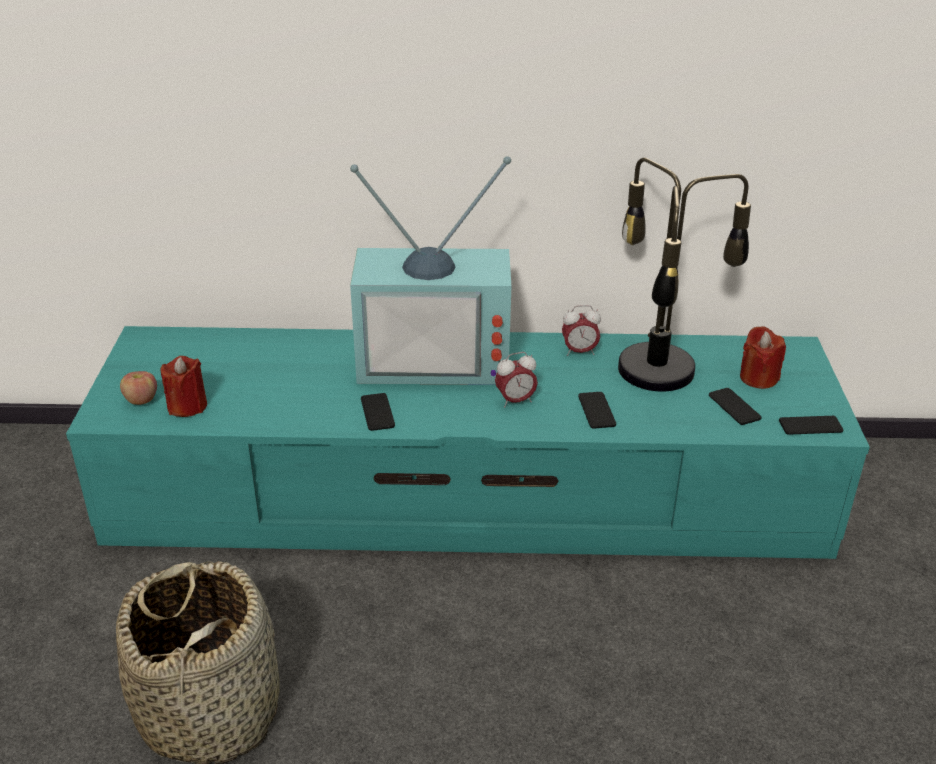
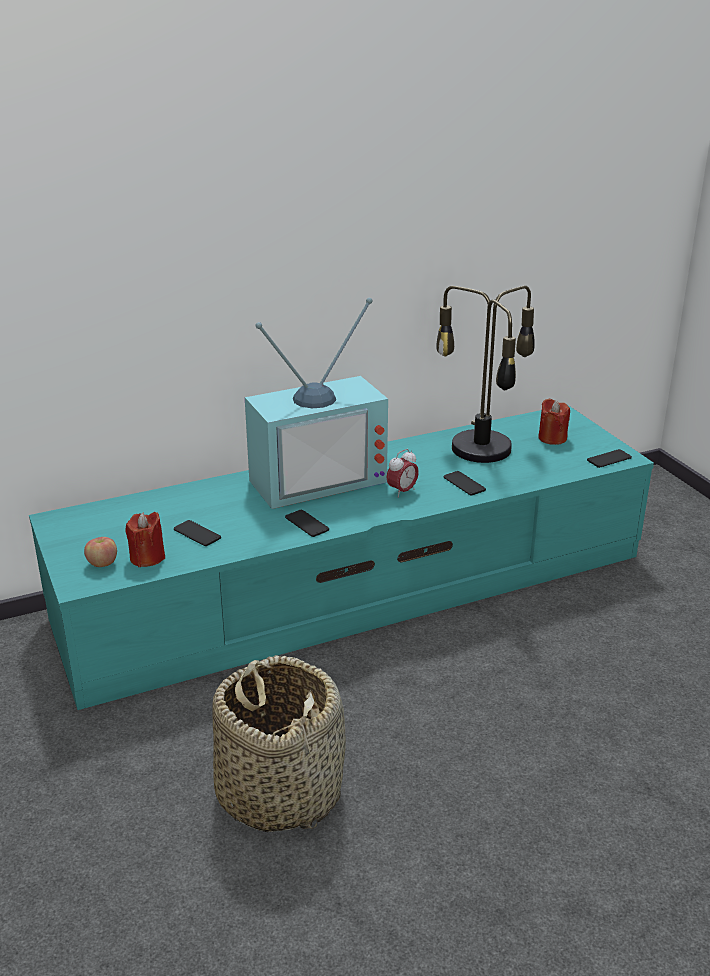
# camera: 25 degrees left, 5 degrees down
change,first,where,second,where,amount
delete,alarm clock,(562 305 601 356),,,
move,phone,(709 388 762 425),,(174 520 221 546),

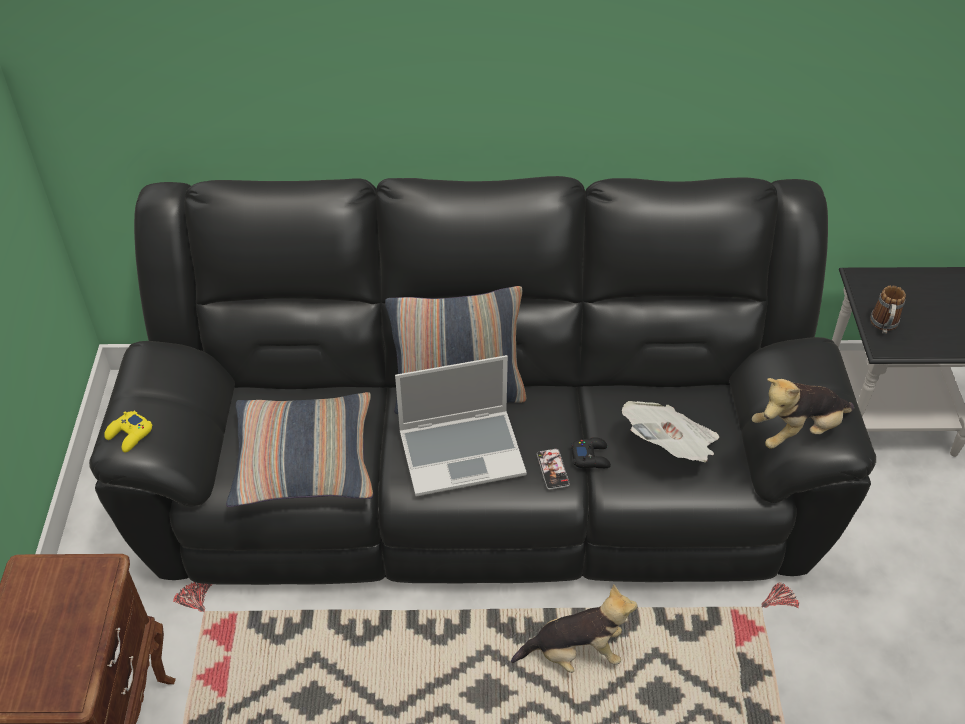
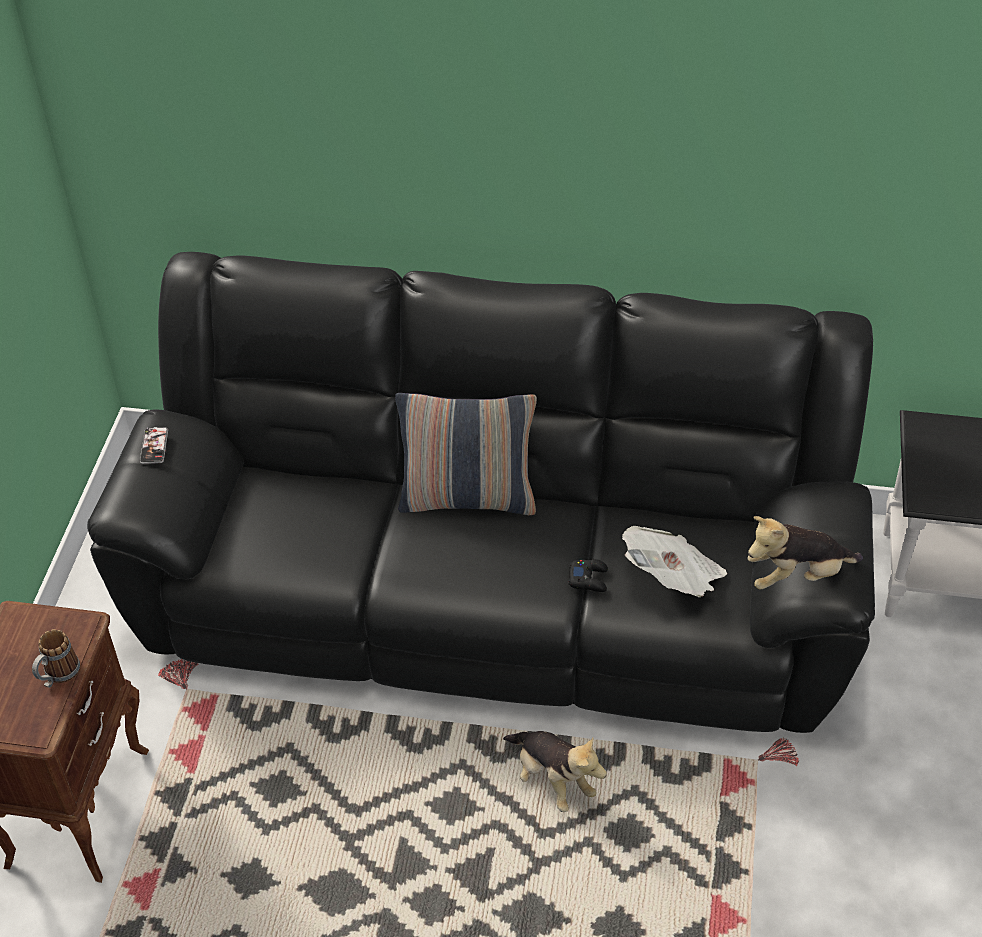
# camera: 10 degrees right, 0 degrees up
change,first,where,second,where,amount
delete,yellow game controller,(104 411 153 452),,,
delete,pillow,(226 392 374 507),,,
delete,laptop,(395 355 527 496),,,
move,phone,(537 449 570 490),,(140 427 168 464),
move,mug,(870 285 906 334),,(32 629 80 688),
rotate,plush toy,(511 584 637 673),,(503 731 607 812),45 degrees clockwise

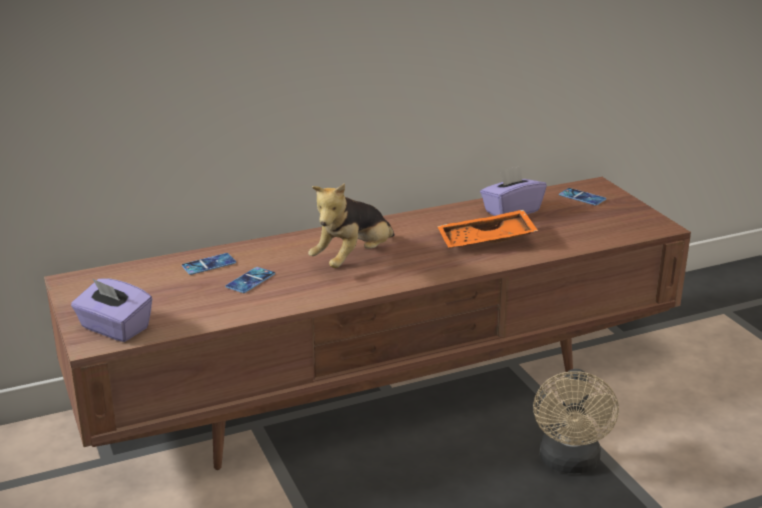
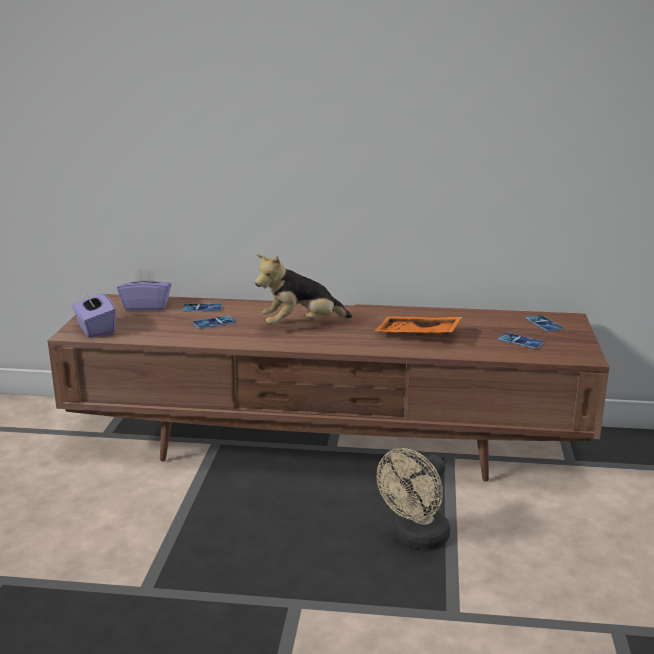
# camera: 30 degrees right, 5 degrees down
change,first,where,second,where,amount
insert,,,phone,(498 333 544 349),
move,purple tissue box,(480 166 547 216),,(117 269 171 311),

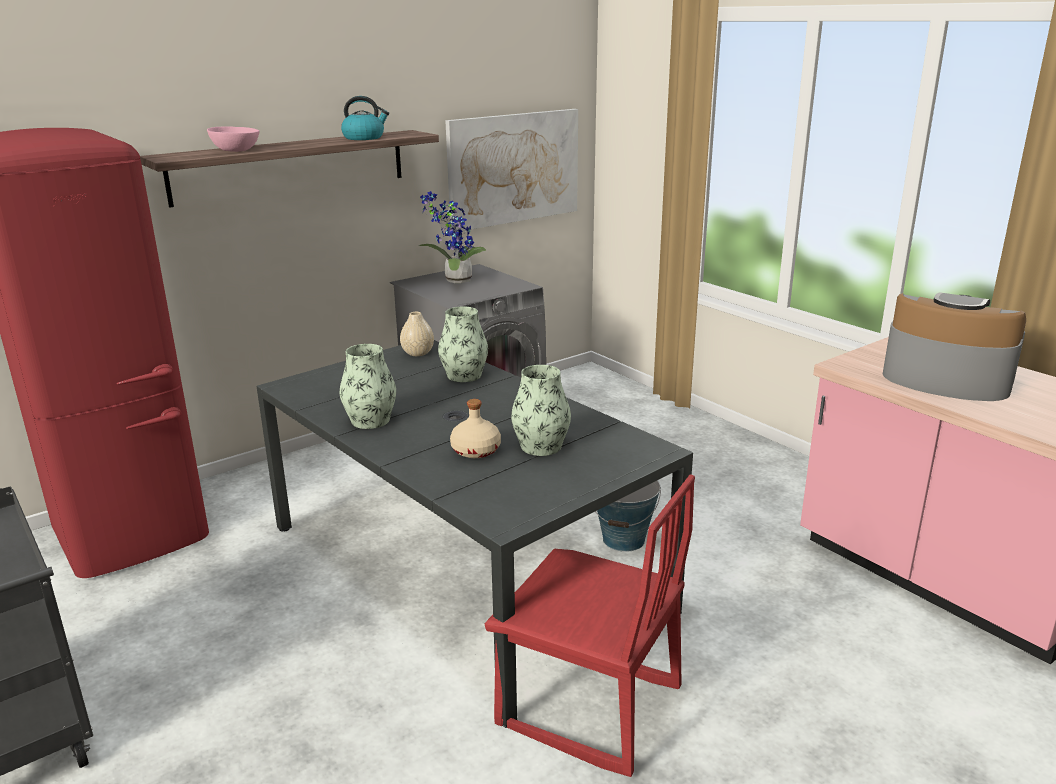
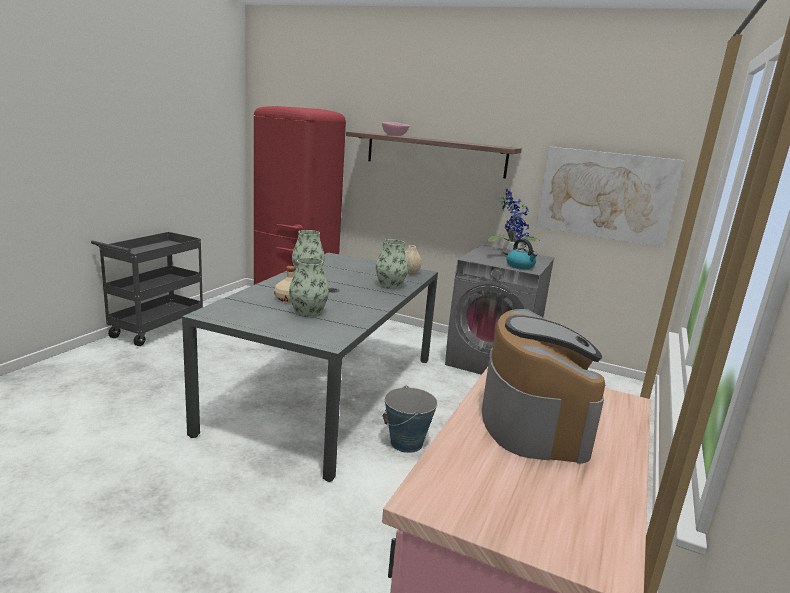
# camera: 60 degrees right, 5 degrees down
change,first,where,second,where,amount
delete,red chair,(485 474 695 777),,,
move,kettle,(341 96 389 140),,(506 239 537 269),

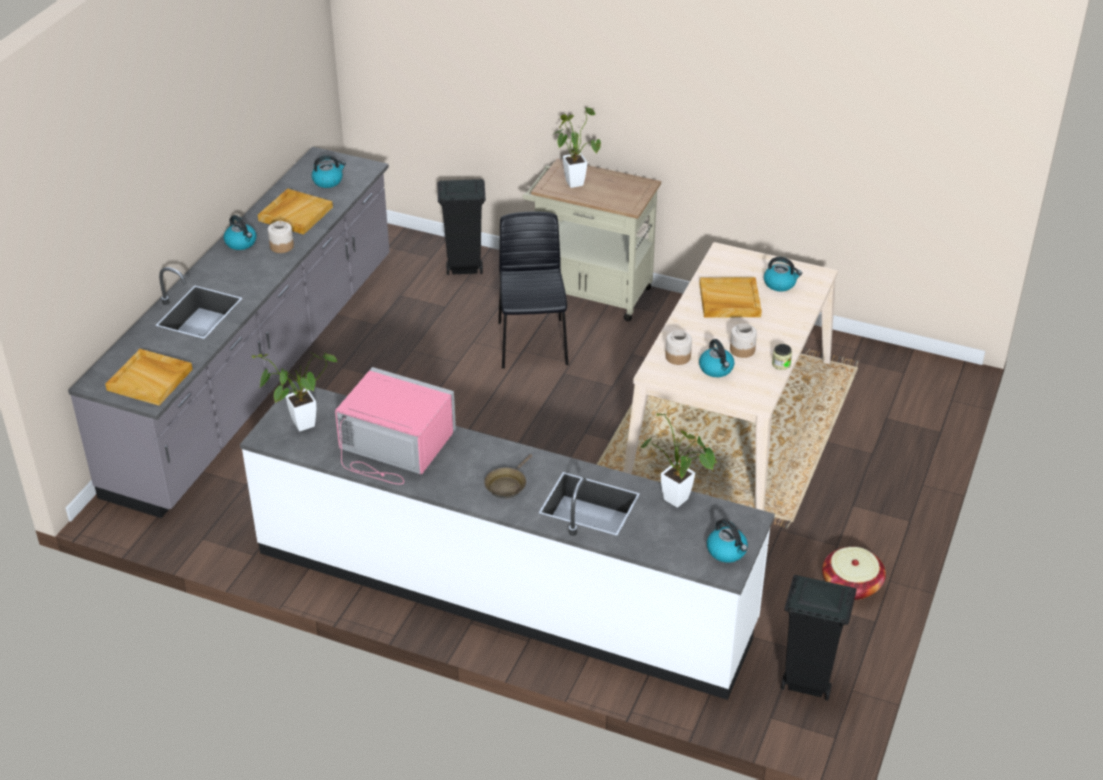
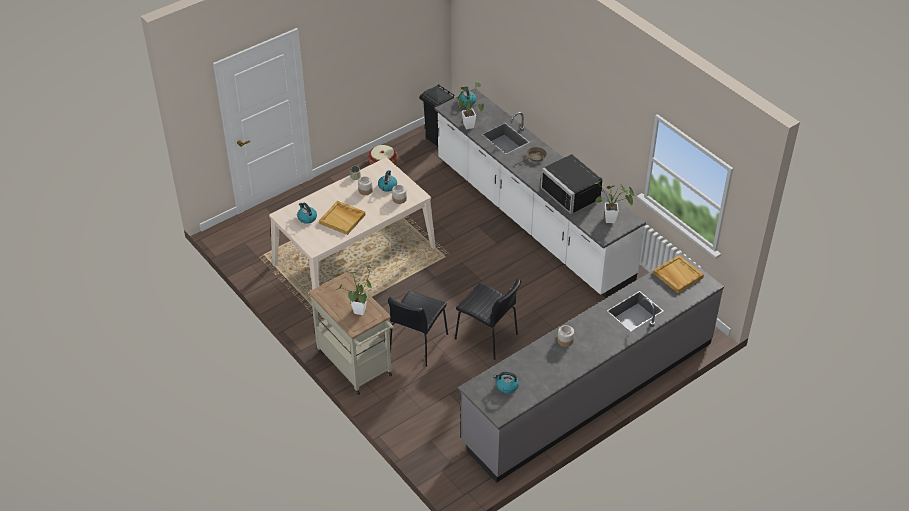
# camera: 150 degrees left, 5 degrees up
change,first,where,second,where,amount
delete,kettle,(224 215 257 250),,,
delete,beige tray,(258 189 333 235),,,
delete,black trash can,(438 179 486 275),,,
insert,,,black chair,(455 279 522 360),
recolor,pink microwave,(335 367 456 484),black microwave,(541 154 603 214),

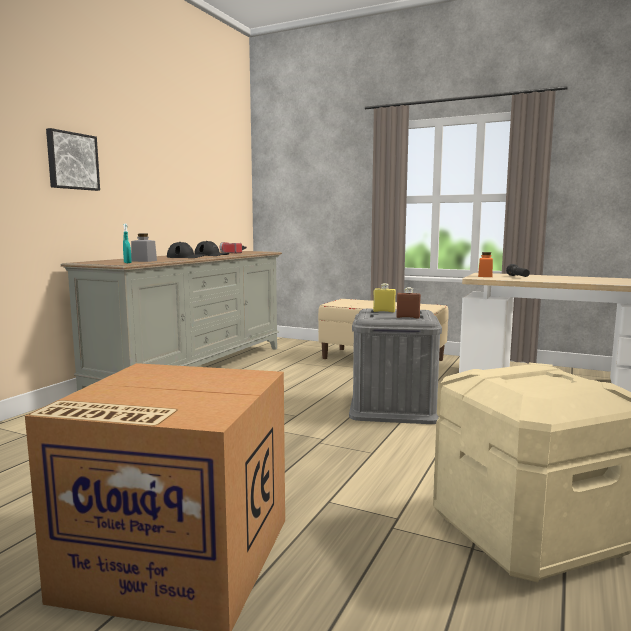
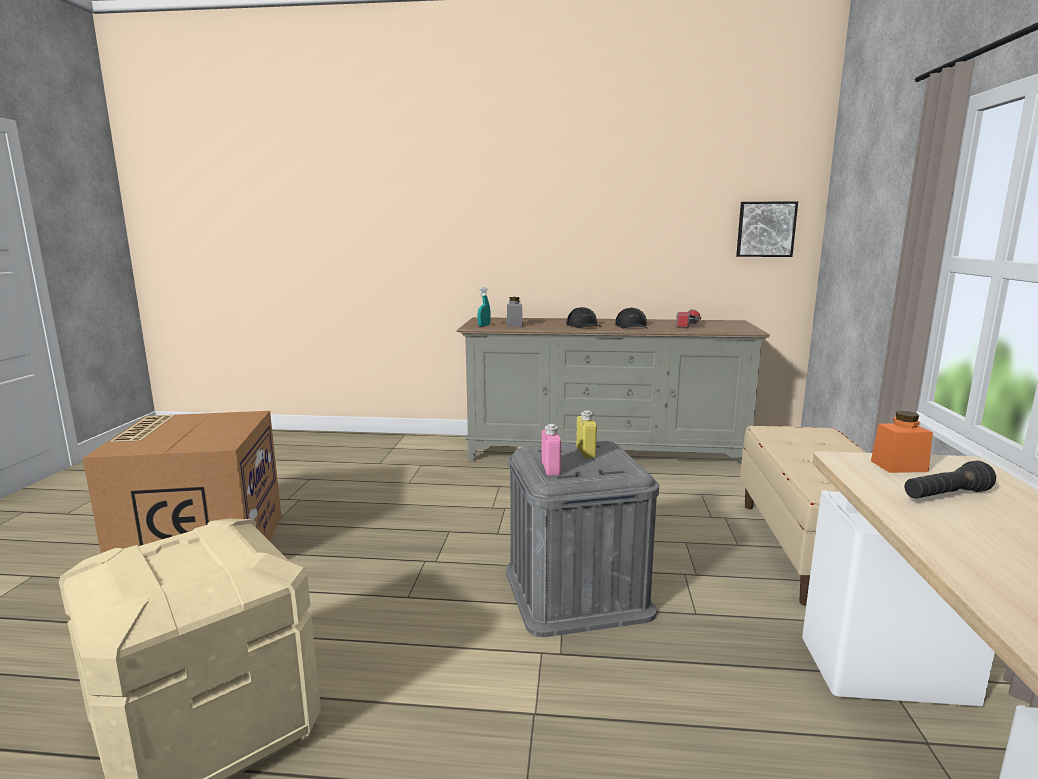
# camera: 70 degrees right, 5 degrees up
change,first,where,second,where,amount
move,picture,(46 128 100 191),,(736 201 798 257),
recolor,brown bottle,(396 287 421 319),pink bottle,(541 424 561 476),

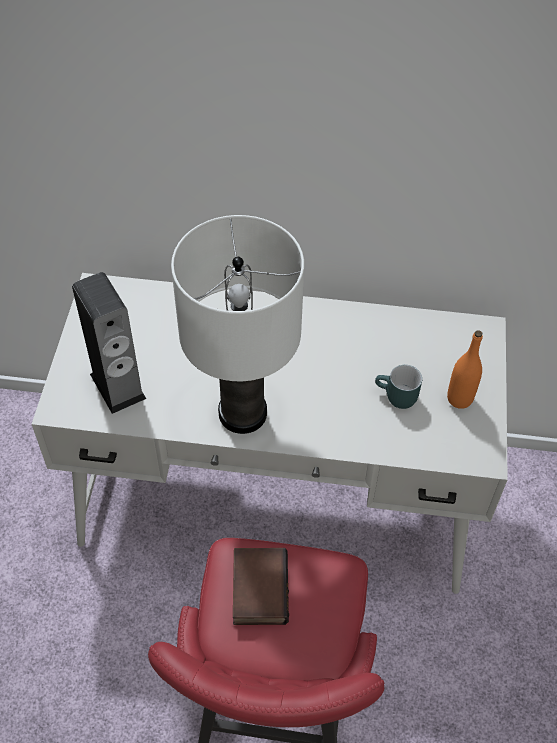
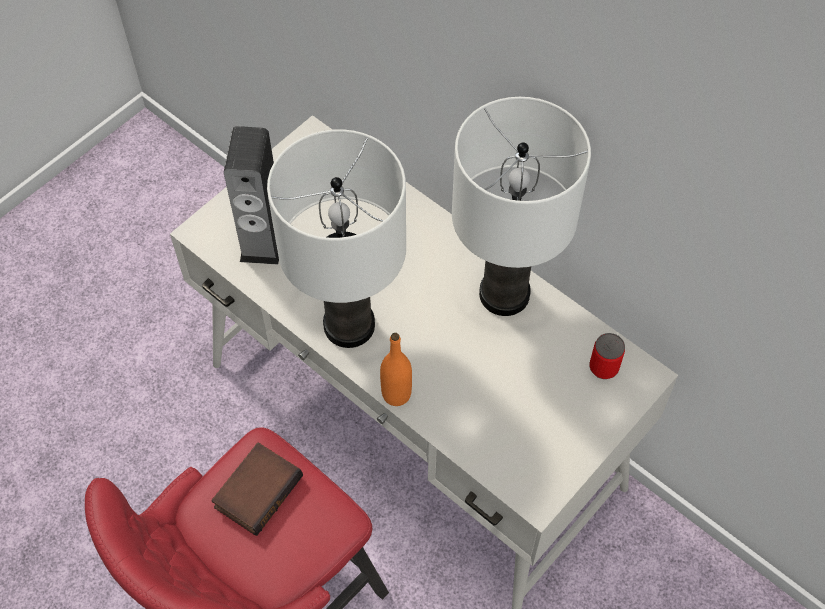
# camera: 35 degrees right, 5 degrees up
change,first,where,second,where,amount
delete,turquoise mug,(375 365 422 409),,,
insert,,,white table lamp,(452 97 591 316),
insert,,,can,(589 333 625 379),
move,orange bottle,(447 330 483 409),,(380 333 412 406),

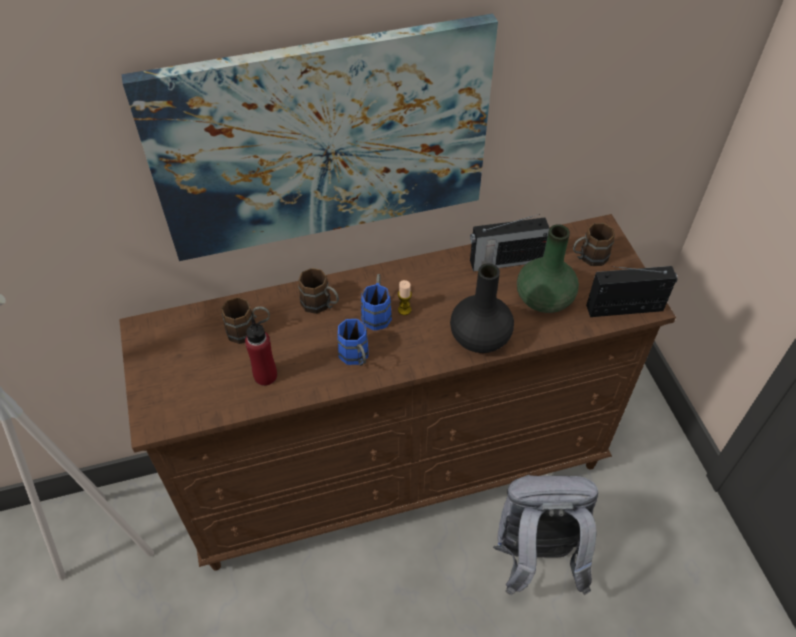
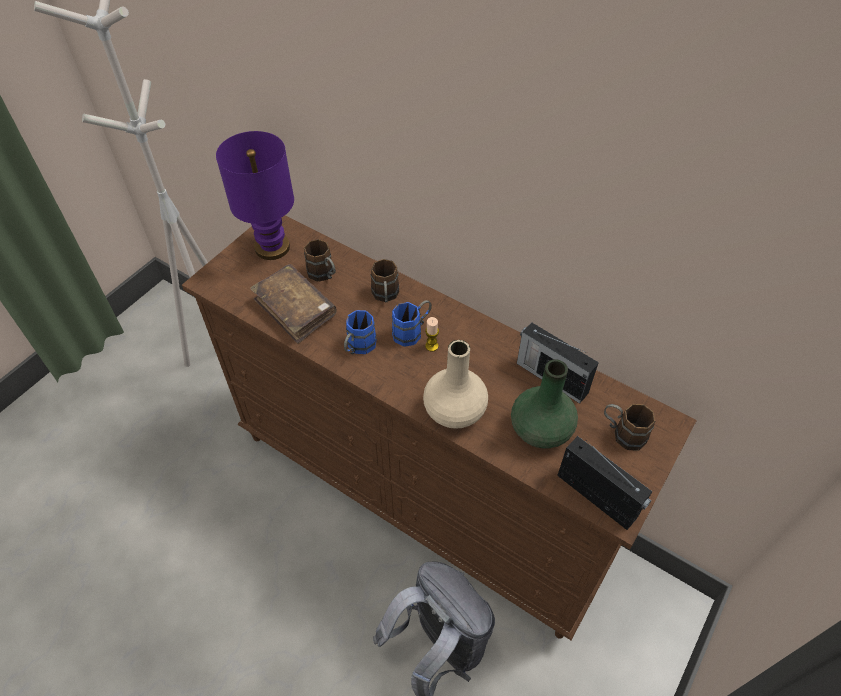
# camera: 50 degrees right, 0 degrees up
change,first,where,second,where,amount
delete,picture,(121 14 498 261),,,
insert,,,purple table lamp,(216 131 294 260),
replace,red bottle,(245 317 277 386),brown book,(250 264 337 344),
recolor,black vase,(450 264 514 353),beige vase,(423 340 488 429),

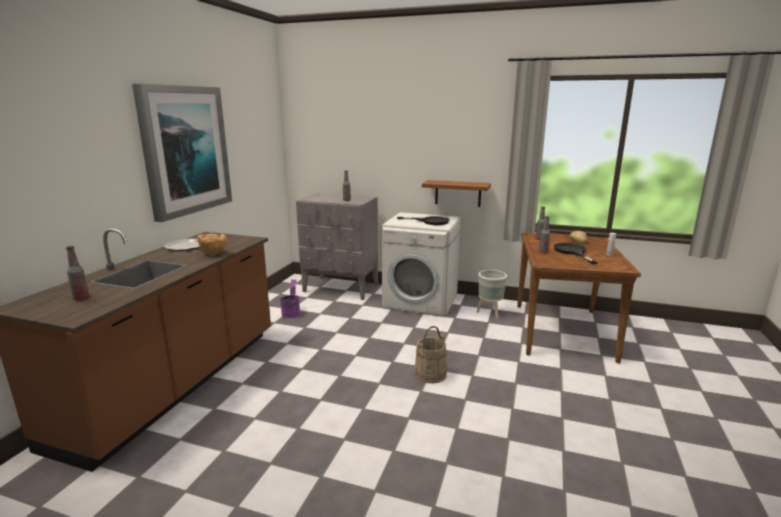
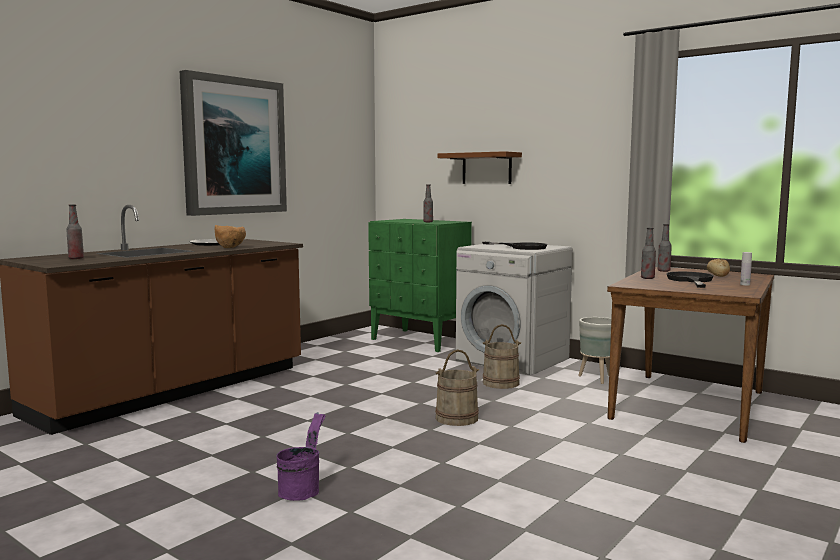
# camera: 20 degrees right, 10 degrees down
change,first,where,second,where,amount
insert,,,beige bucket,(482 324 521 389),
move,purple bucket,(280 279 300 318),,(277 412 326 501),
move,brown shelf,(422 180 491 207),,(437 151 522 184),
recolor,grey dresser,(296 193 378 300),green dresser,(368 219 472 352),

